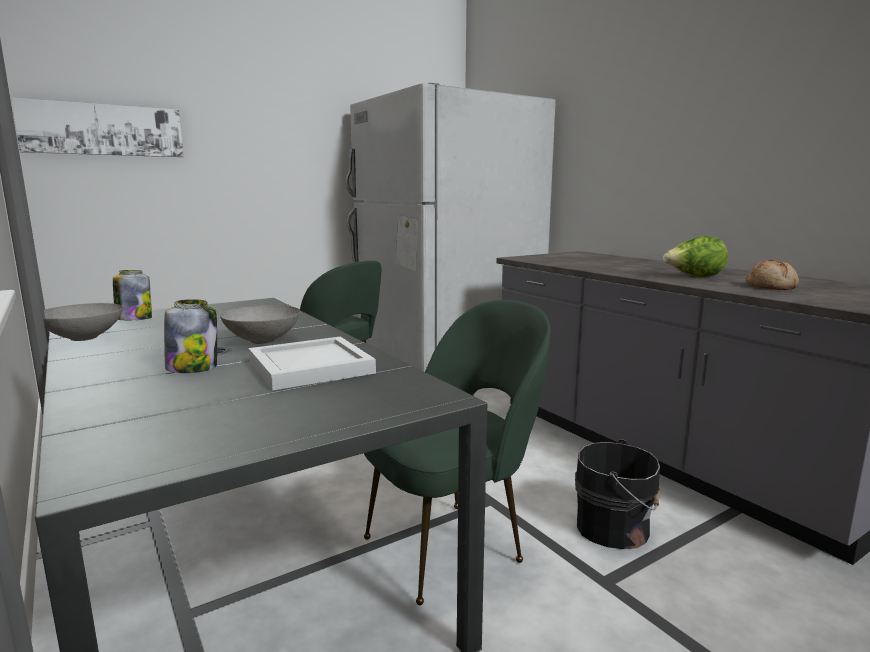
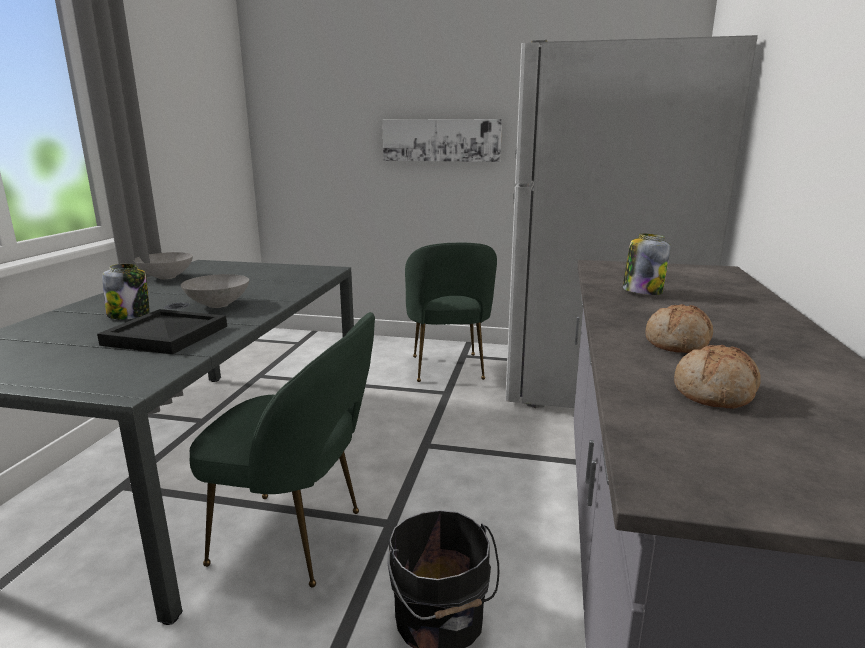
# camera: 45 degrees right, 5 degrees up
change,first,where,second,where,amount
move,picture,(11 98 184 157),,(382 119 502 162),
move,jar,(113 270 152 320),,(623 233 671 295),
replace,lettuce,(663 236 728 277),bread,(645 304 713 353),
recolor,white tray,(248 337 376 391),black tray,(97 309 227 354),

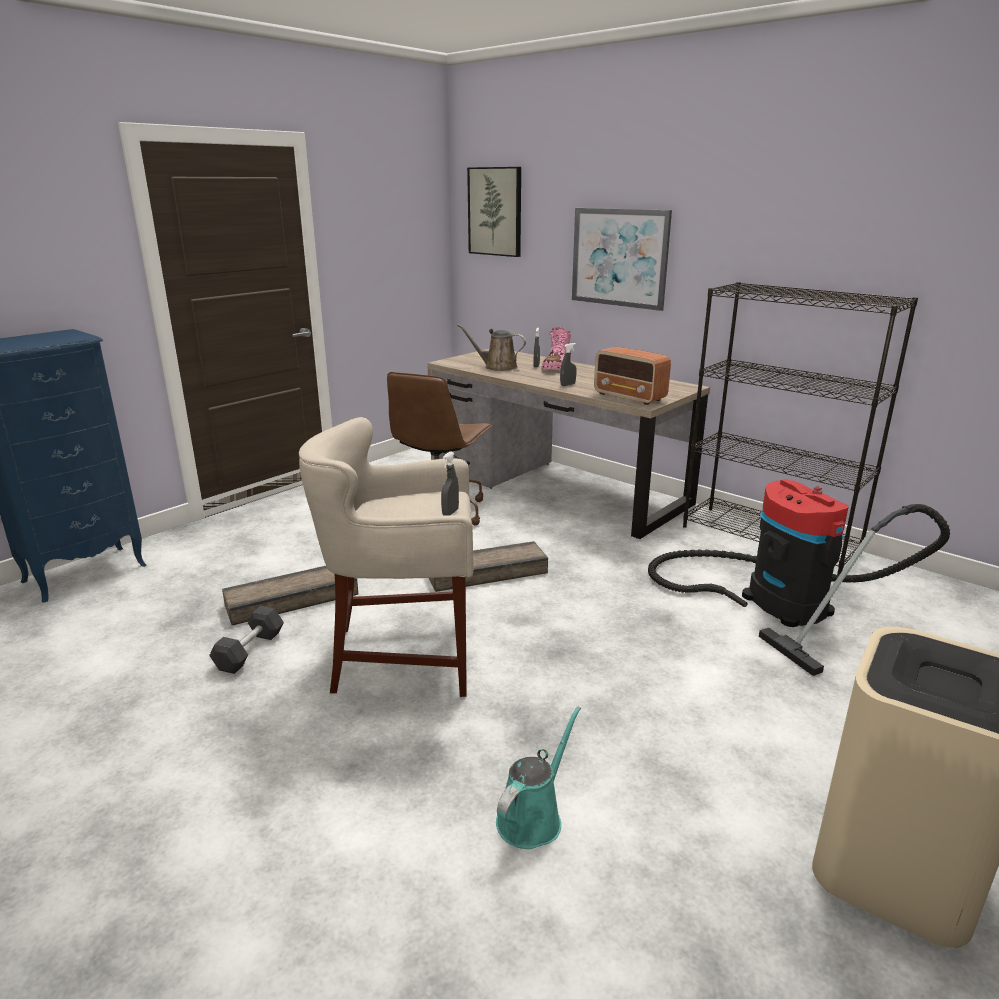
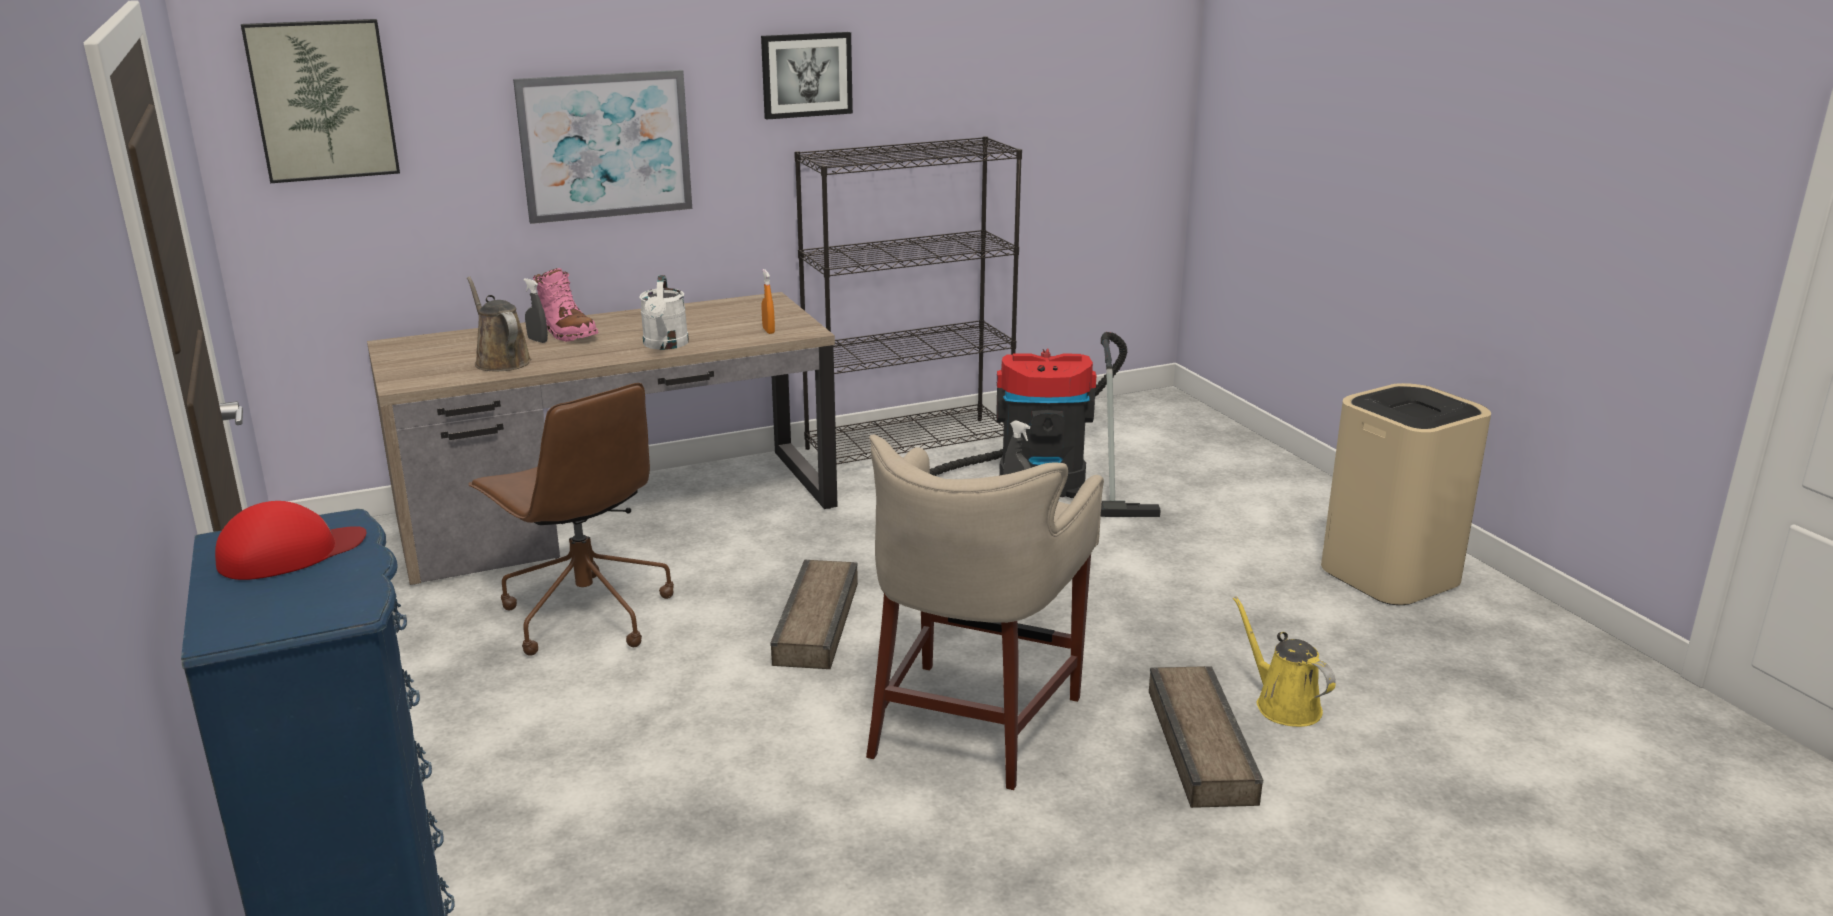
# camera: 65 degrees left, 0 degrees up
change,first,where,second,where,amount
delete,grey dumbbell,(209 606 284 674),,,
insert,,,red cap,(215 501 366 580),
insert,,,picture,(761 32 853 119),
move,crate,(222 566 358 625),,(1149 666 1263 808),
replace,grey spray bottle,(560 343 577 386),white watering can,(639 275 689 350),
replace,radio,(594 347 671 405),orange spray bottle,(762 269 775 334),
recolor,turquoise watering can,(496 707 581 849),yellow watering can,(1233 596 1336 727),
rotate,brown watering can,(457 324 526 371),,(467 276 531 371),105 degrees clockwise

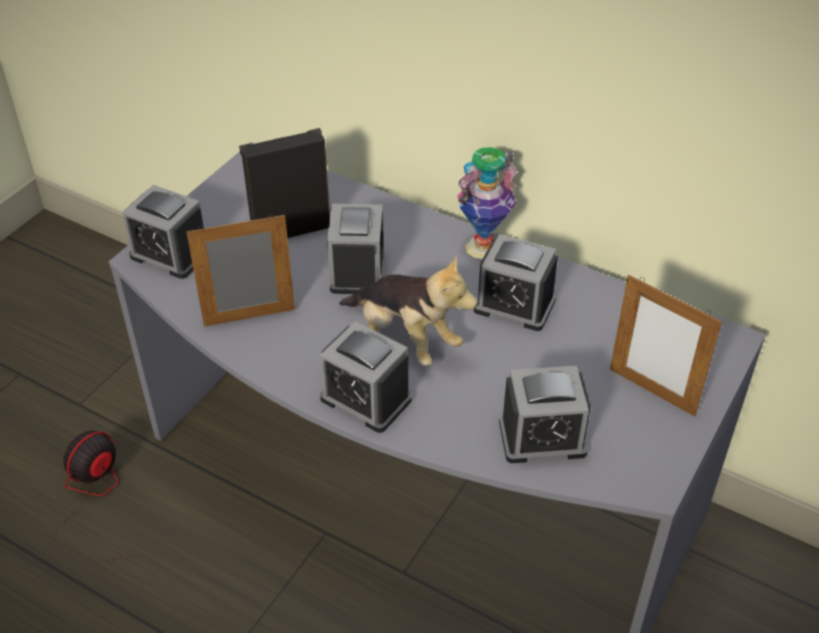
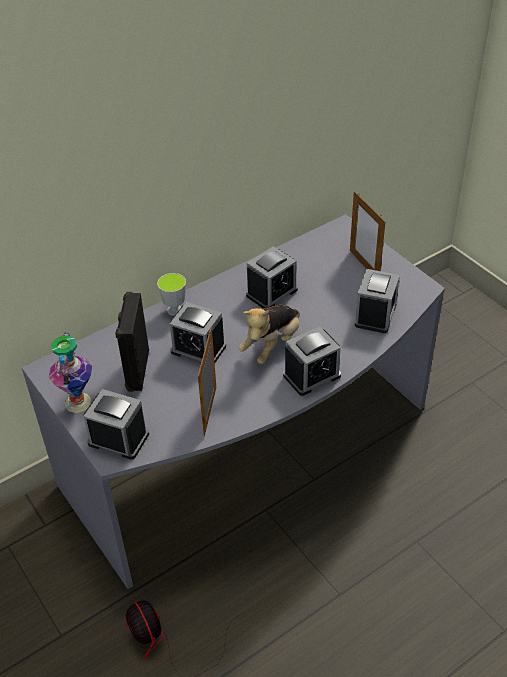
# camera: 65 degrees left, 0 degrees up
change,first,where,second,where,amount
insert,,,cup,(157 273 186 315),
move,vase,(457 147 517 259),,(48 332 92 413),
rotate,alarm clock,(122 185 204 279),,(83 389 149 460),120 degrees counterclockwise
rotate,plush toy,(339 255 477 366),,(239 305 300 364),150 degrees clockwise
rotate,picture frame,(610 275 722 416),,(350 191 385 271),90 degrees clockwise

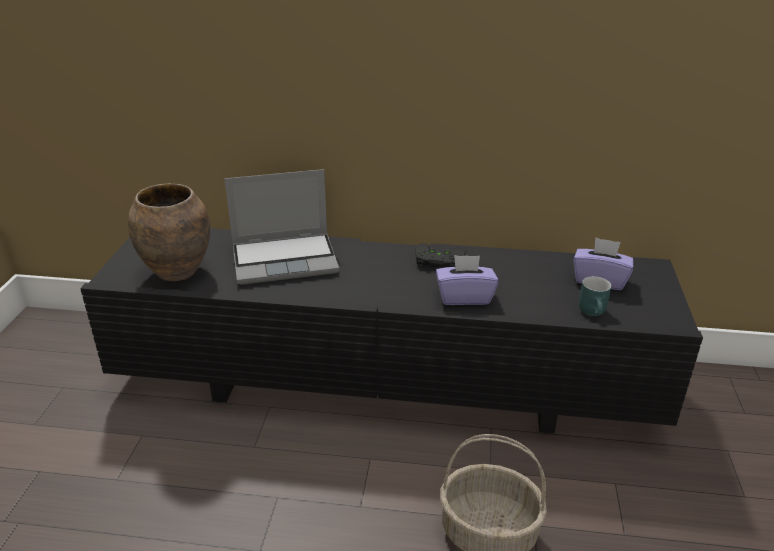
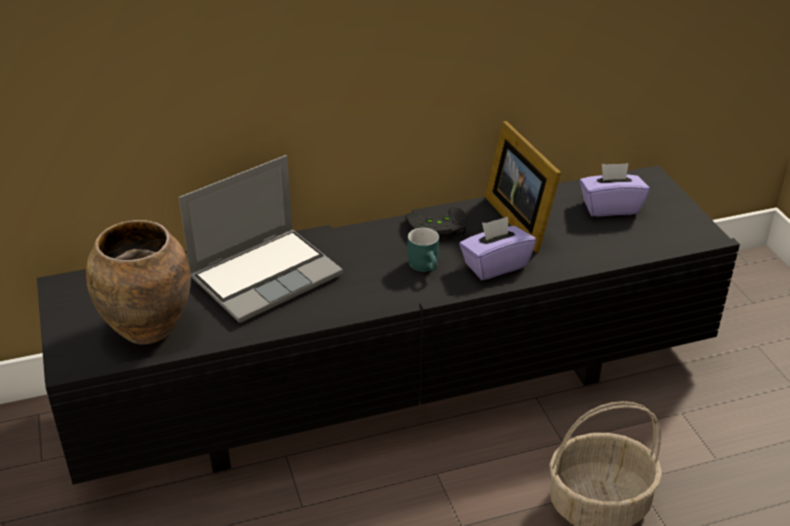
# camera: 25 degrees left, 5 degrees up
change,first,where,second,where,amount
insert,,,picture frame,(485 121 561 252),
move,turquoise mug,(579 276 611 316),,(407 228 439 272),

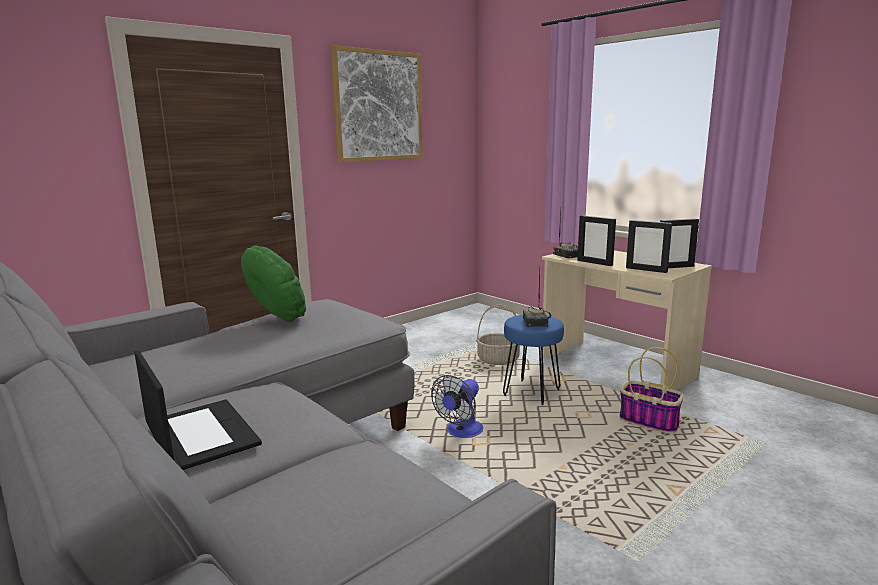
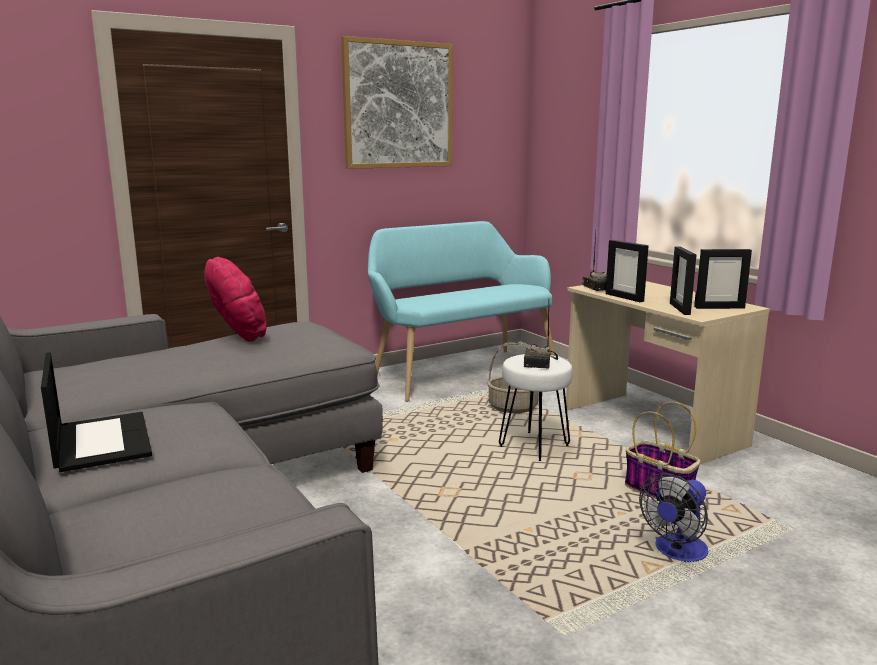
# camera: 10 degrees right, 0 degrees up
change,first,where,second,where,amount
insert,,,turquoise bench,(368 221 555 402),
move,fan,(431 375 483 438),,(639 473 708 562),
recolor,green pillow,(241 246 306 322),pink pillow,(204 257 267 342),
recolor,blue stool,(503 315 564 405),white stool,(499 354 573 461),
rotate,picture frame,(626 220 672 273),,(670 247 697 315),45 degrees clockwise

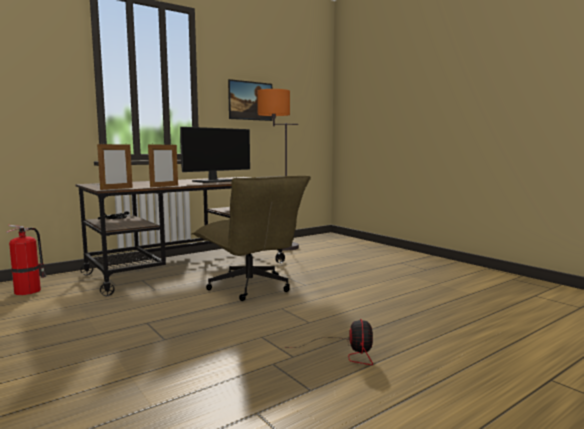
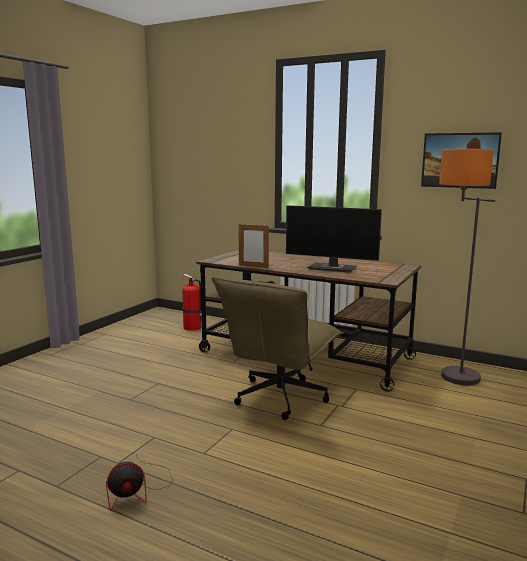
# camera: 65 degrees right, 5 degrees up
change,first,where,second,where,amount
delete,picture frame,(97 143 133 190),,,

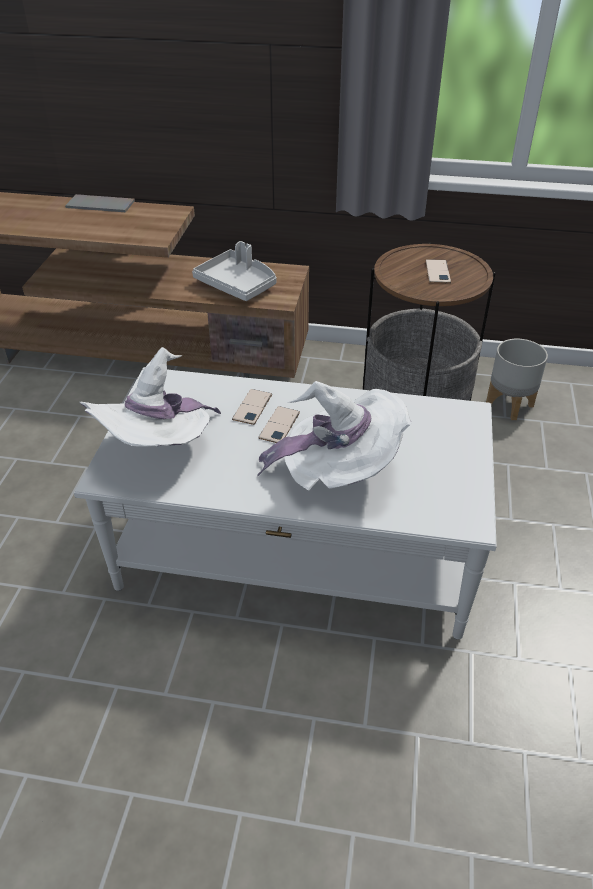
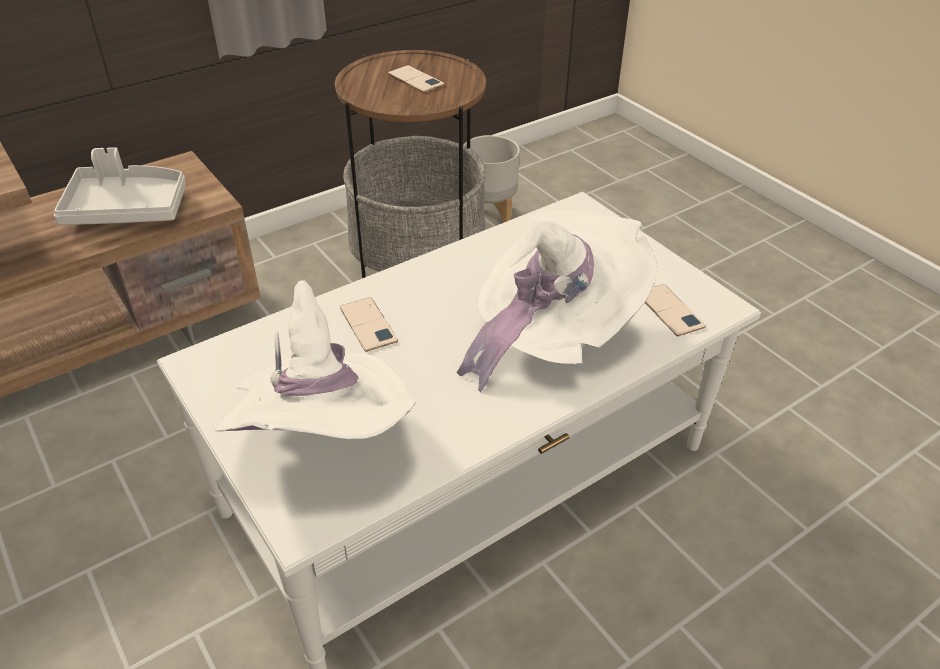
# camera: 45 degrees left, 0 degrees up
change,first,where,second,where,amount
move,phone,(258 406 300 443),,(645 284 706 336),

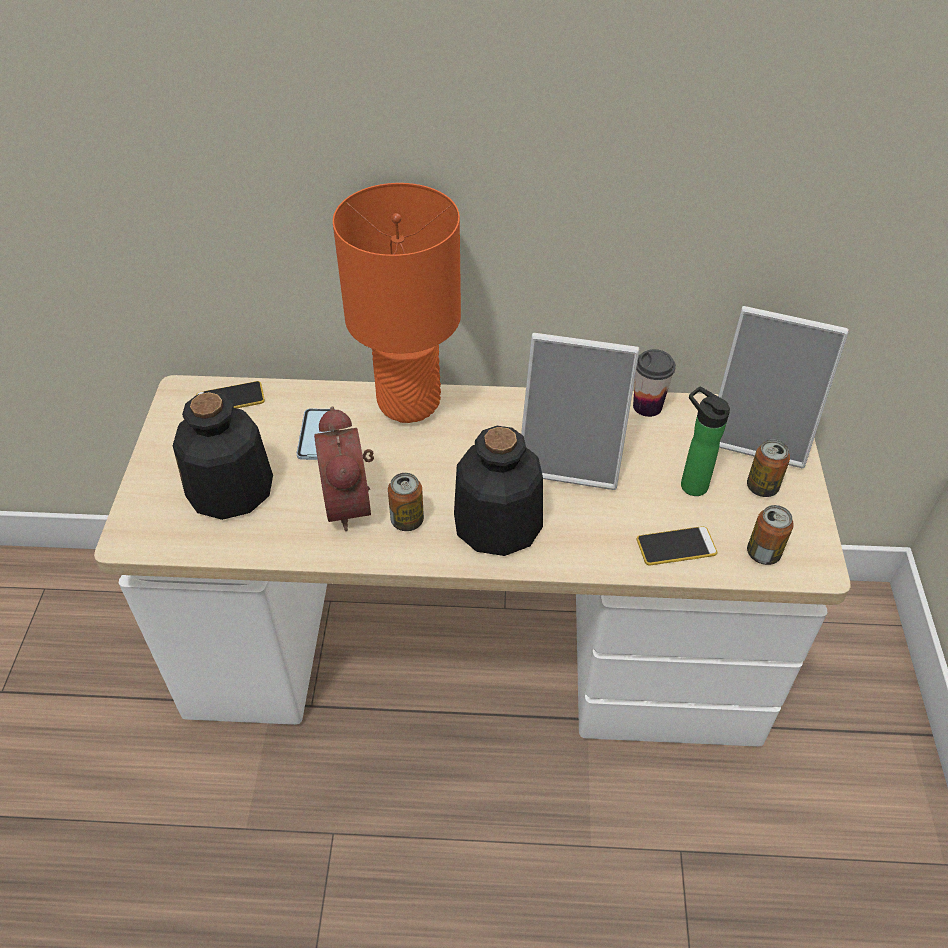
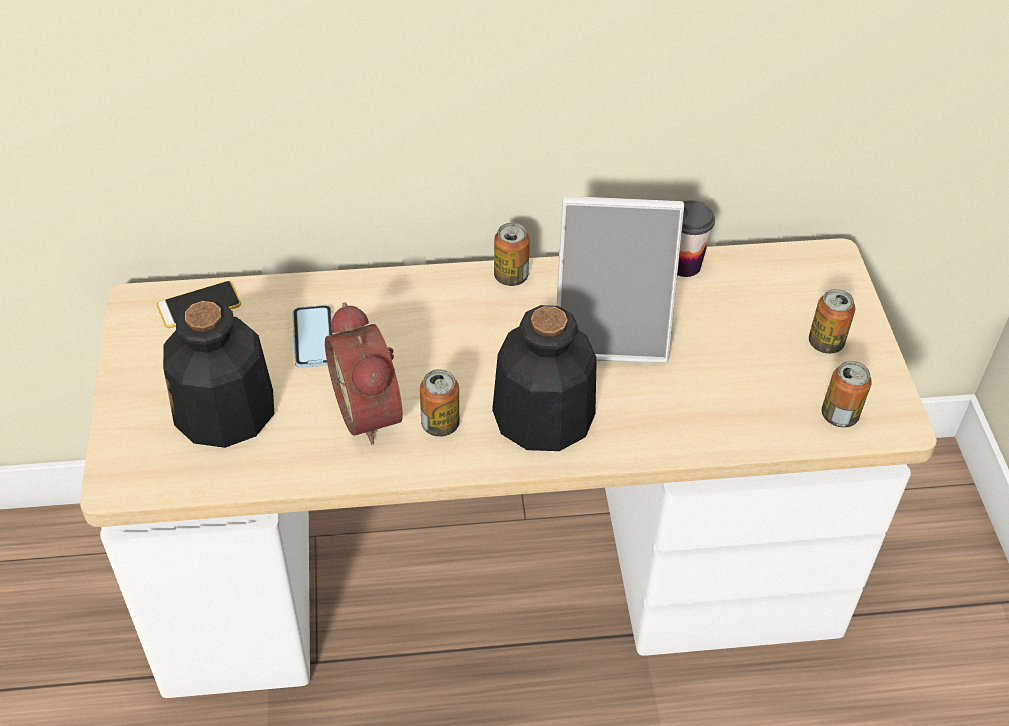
# camera: 10 degrees left, 0 degrees up
change,first,where,second,where,amount
delete,orange table lamp,(333 183 461 423),,,
delete,phone,(637 526 717 566),,,
delete,bottle,(681 387 730 496),,,
delete,picture frame,(718 306 849 468),,,
insert,,,can,(494 223 530 286),

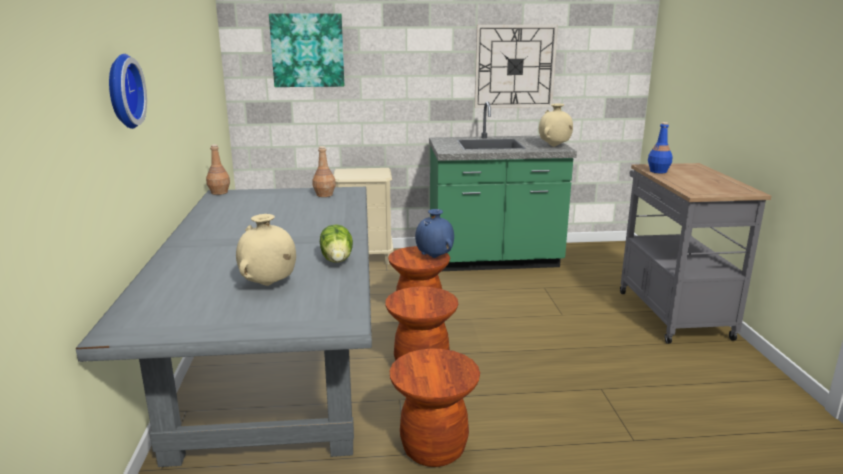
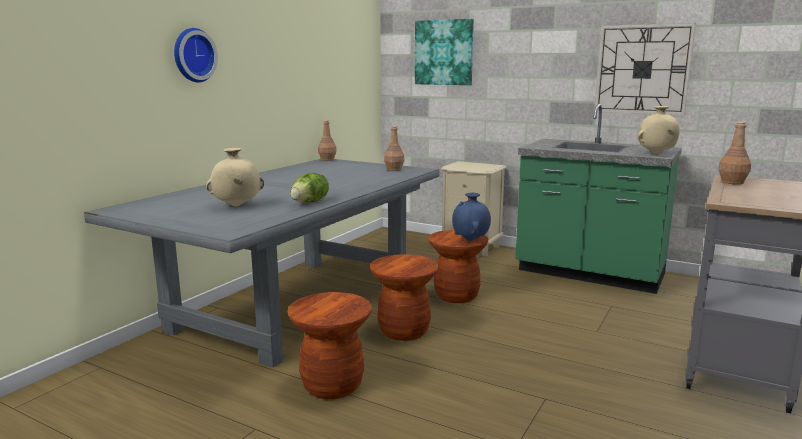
# camera: 35 degrees right, 5 degrees down
change,first,where,second,where,amount
recolor,blue bottle,(648 122 673 173),brown bottle,(718 122 751 184),

